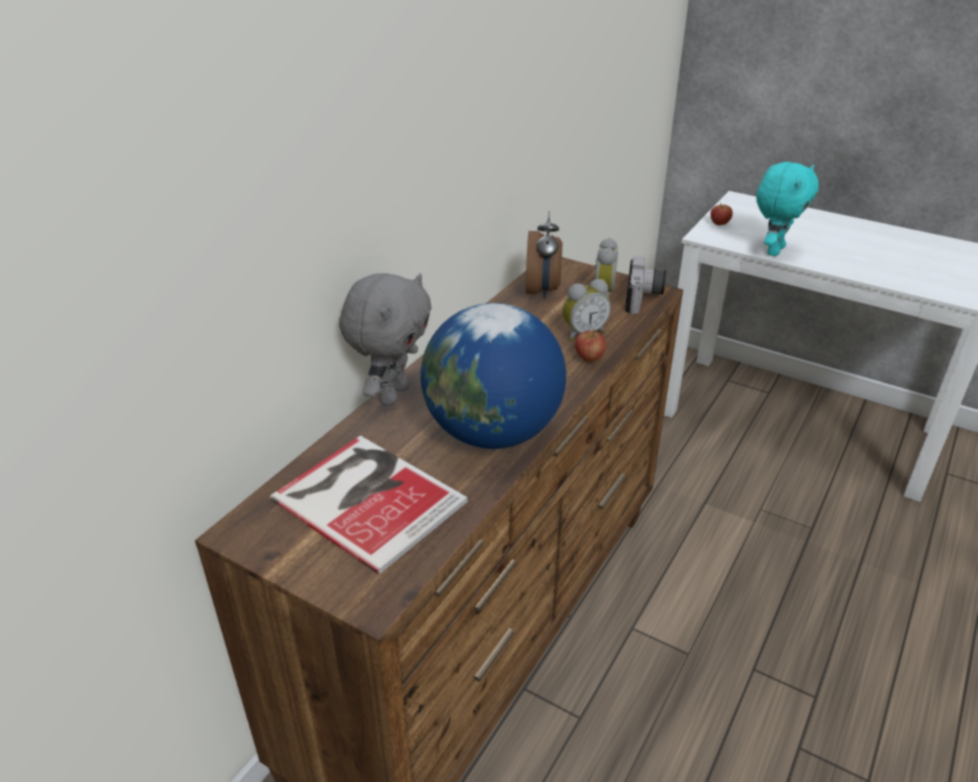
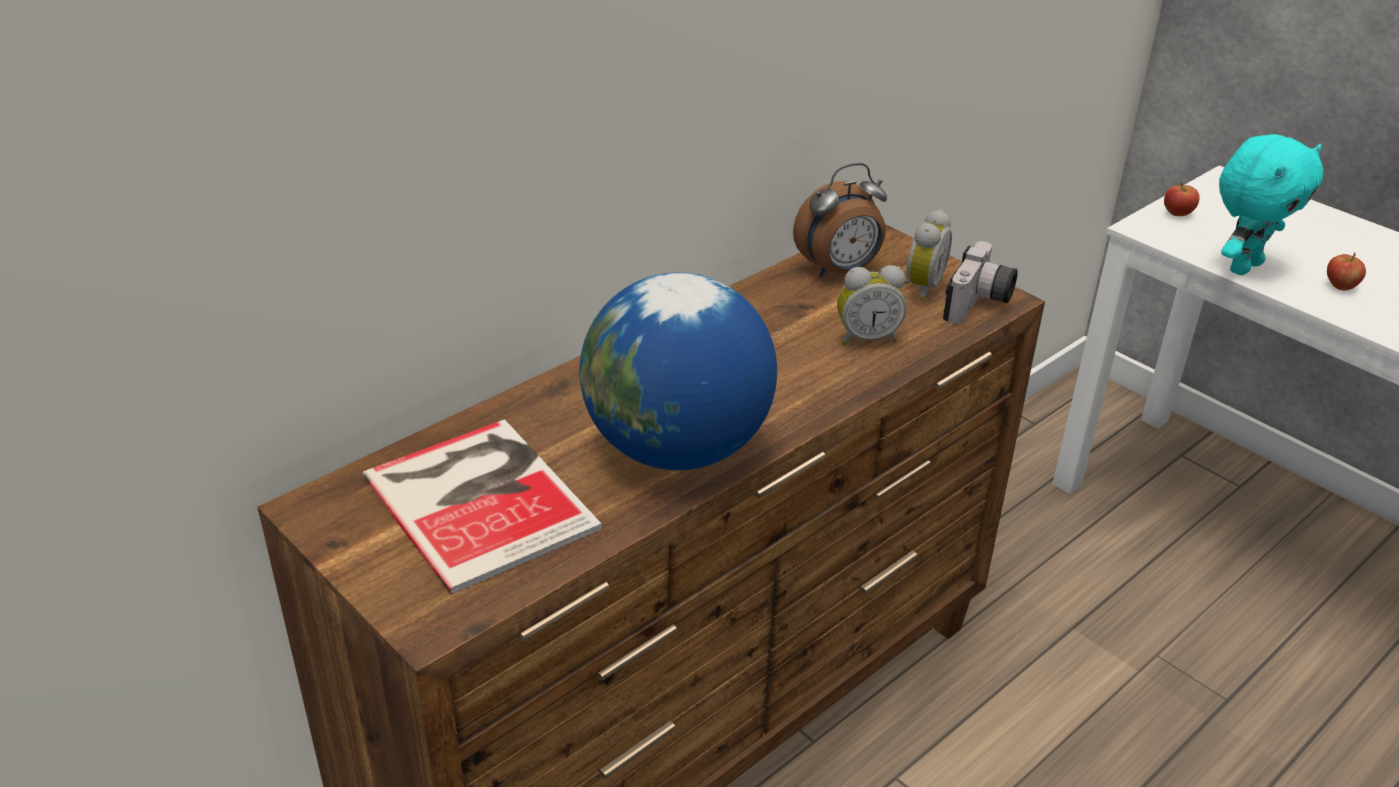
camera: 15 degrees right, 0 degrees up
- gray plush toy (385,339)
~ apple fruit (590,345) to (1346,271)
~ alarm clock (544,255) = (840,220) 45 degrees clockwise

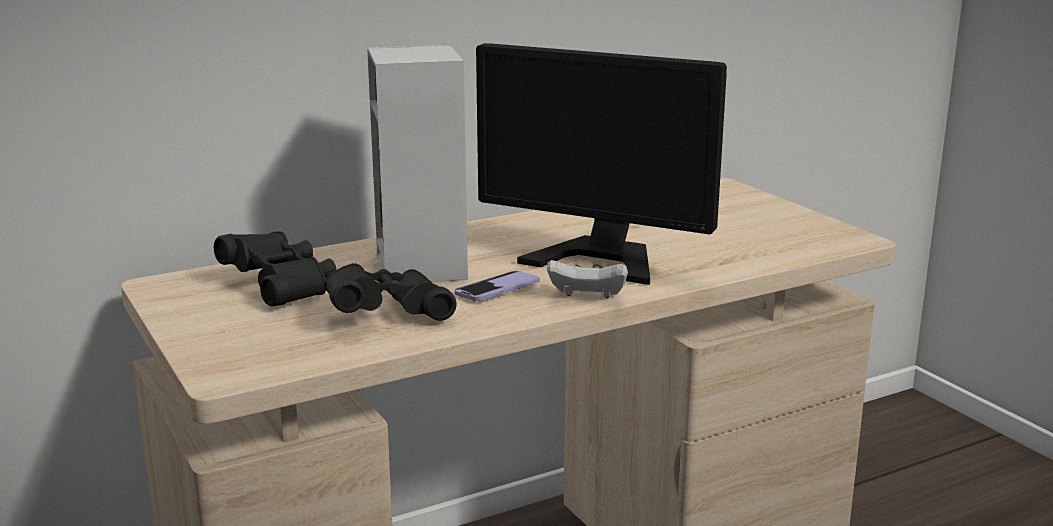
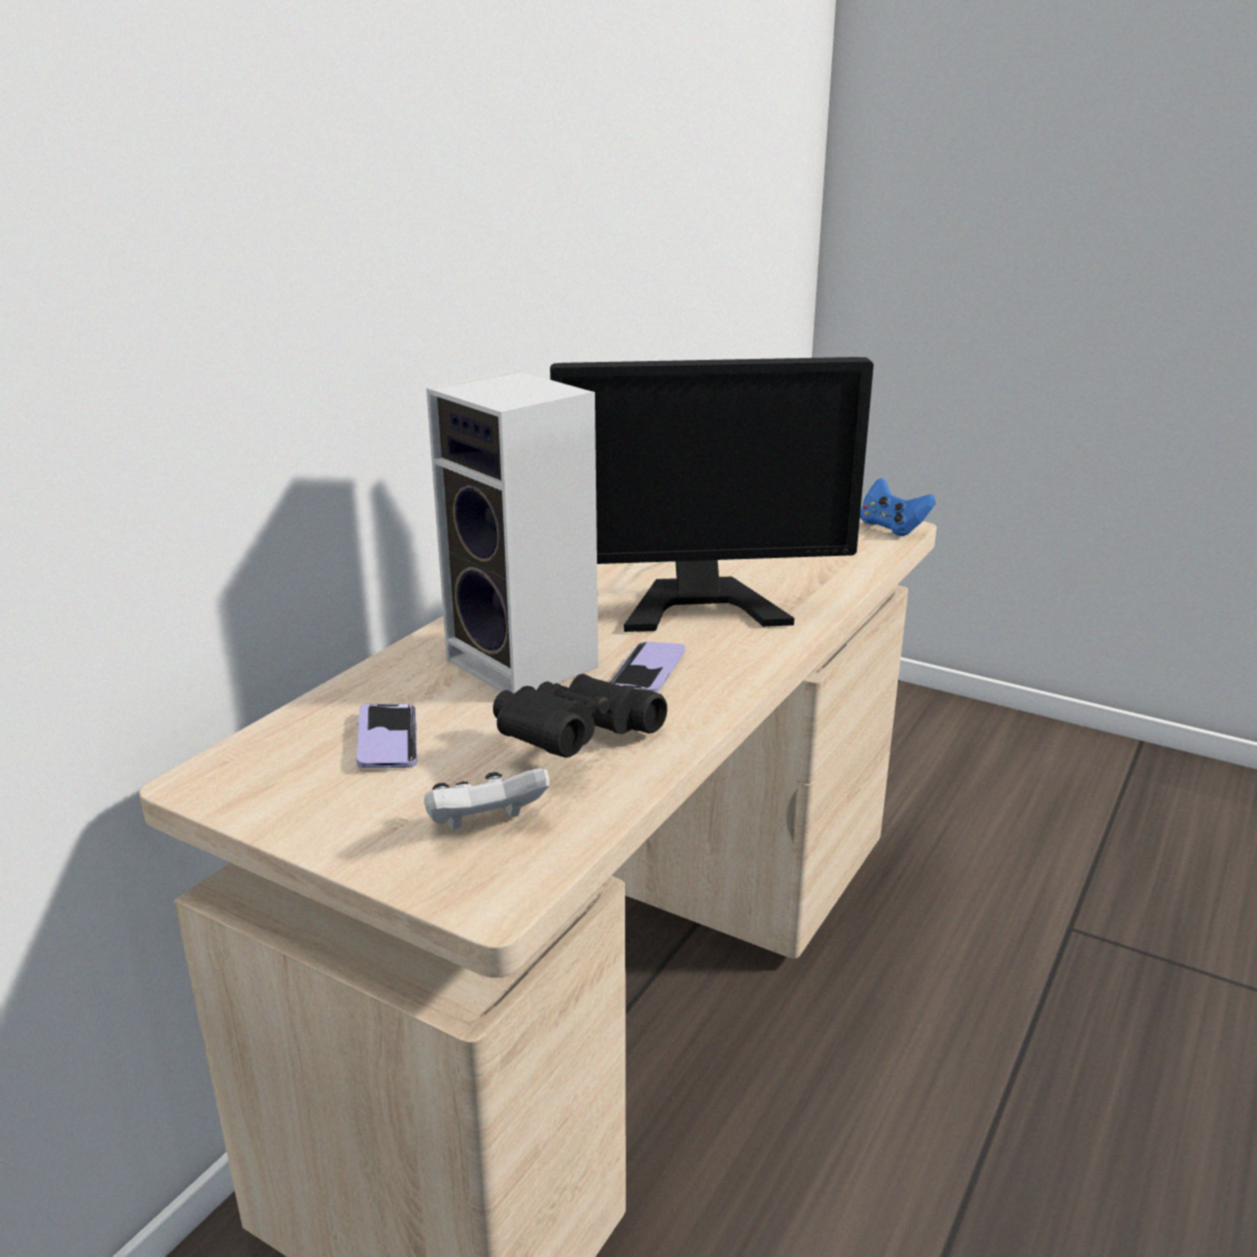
camera: 30 degrees left, 5 degrees up
+ blue gamepad (898,507)
~ white-coloured gamepad (587,279) to (487,799)
~ blackish pair of binoculars (275,268) to telephone (387,736)

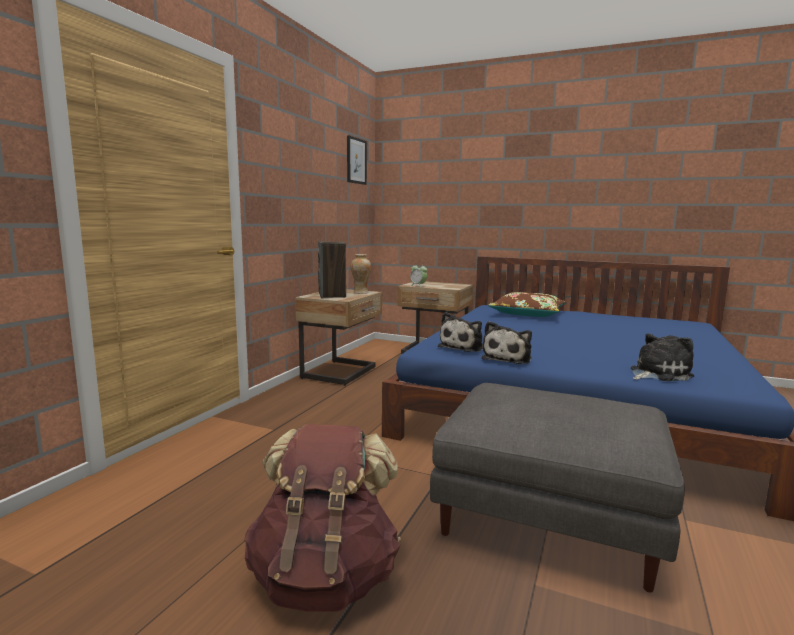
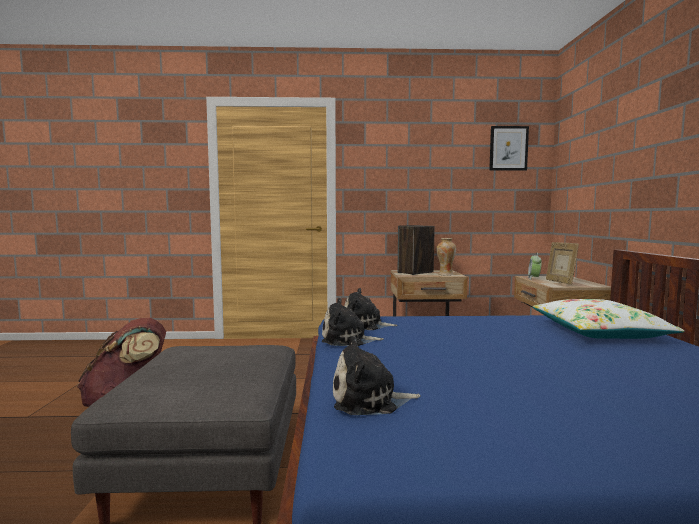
camera: 65 degrees right, 5 degrees down
+ photo frame (562,263)
~ brown throw pillow (527,304) to white-coloured throw pillow (609,319)
~ plush toy (662,357) = (377,375) 135 degrees clockwise

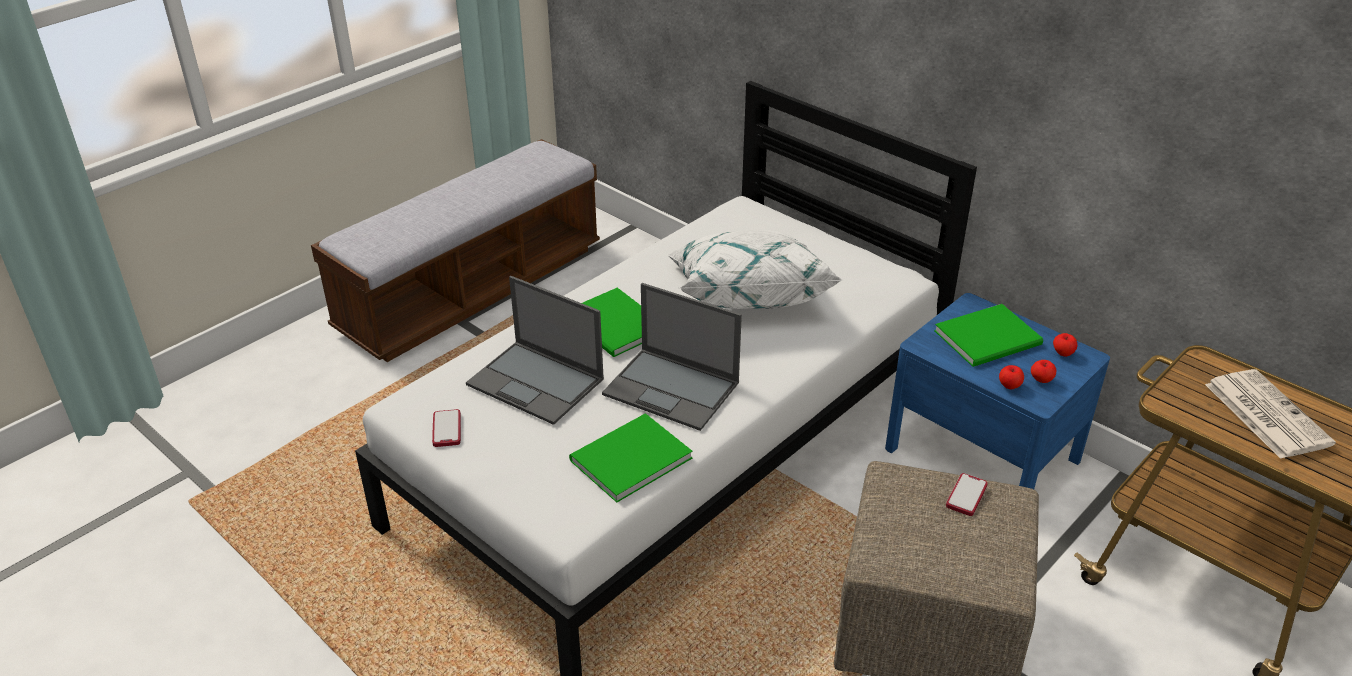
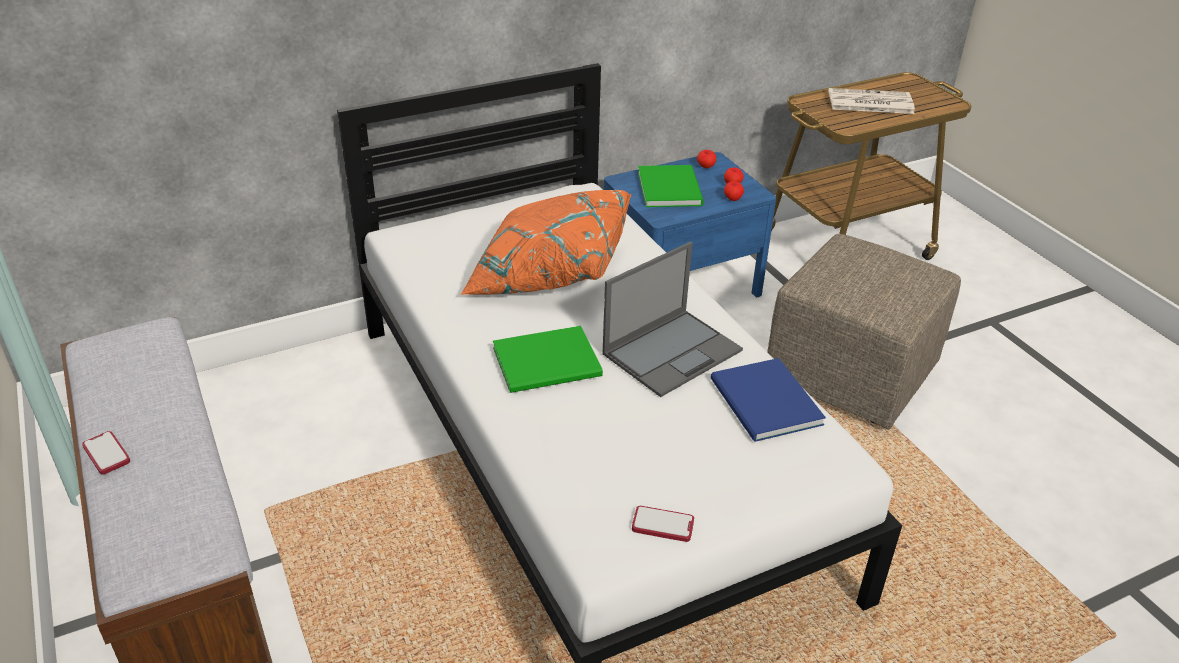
camera: 70 degrees left, 0 degrees up
- notebook computer (535,350)
~ telephone (967,494) to (106,453)
~ greenish book (631,458) to blue book (768,400)
~ white-coloured throw pillow (755,269) to orange throw pillow (545,242)

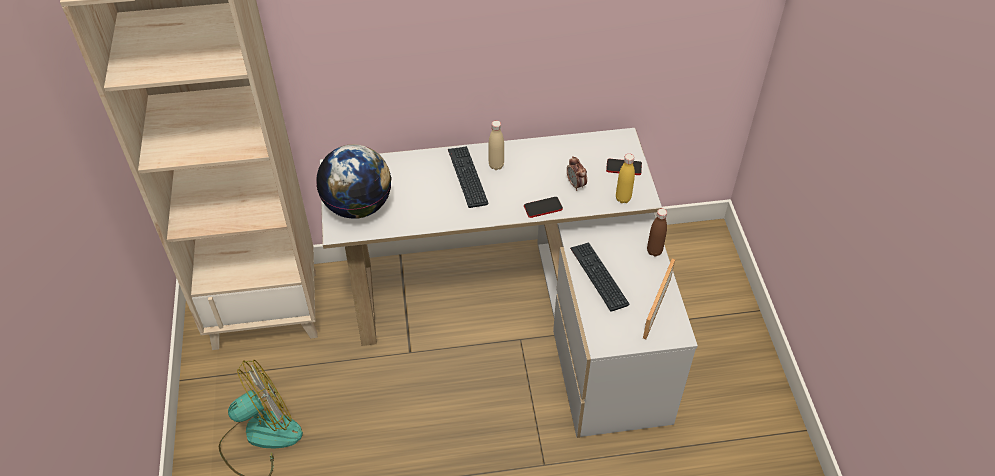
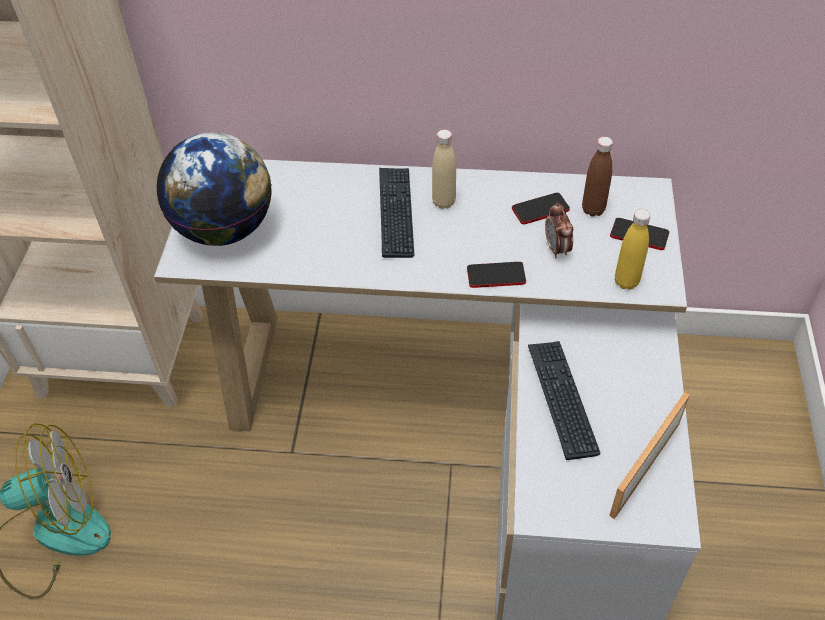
camera: 15 degrees right, 0 degrees up
+ telephone (541,208)
~ brown beverage bottle (657,232) to (597,177)

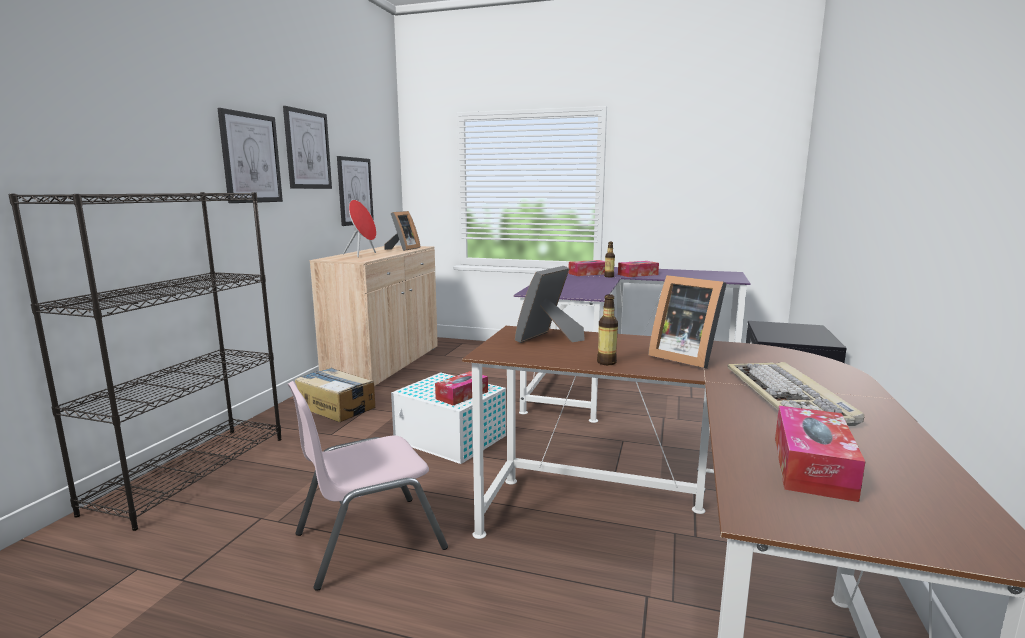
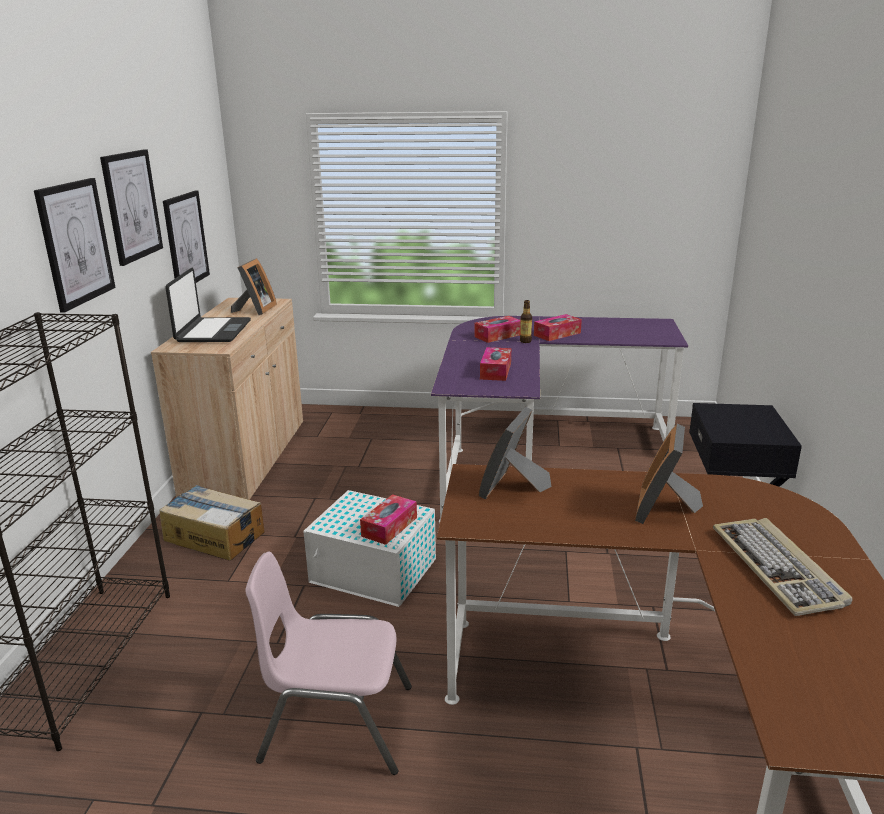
camera: 10 degrees left, 10 degrees up
- beverage bottle (607,329)
~ tissue holder (820,454) to (495,364)
~ red audio speaker (359,228) to notebook computer (208,305)
~ pink chair (368,486) = (328,663) 45 degrees clockwise
~ photo frame (687,322) = (669,474) 75 degrees clockwise

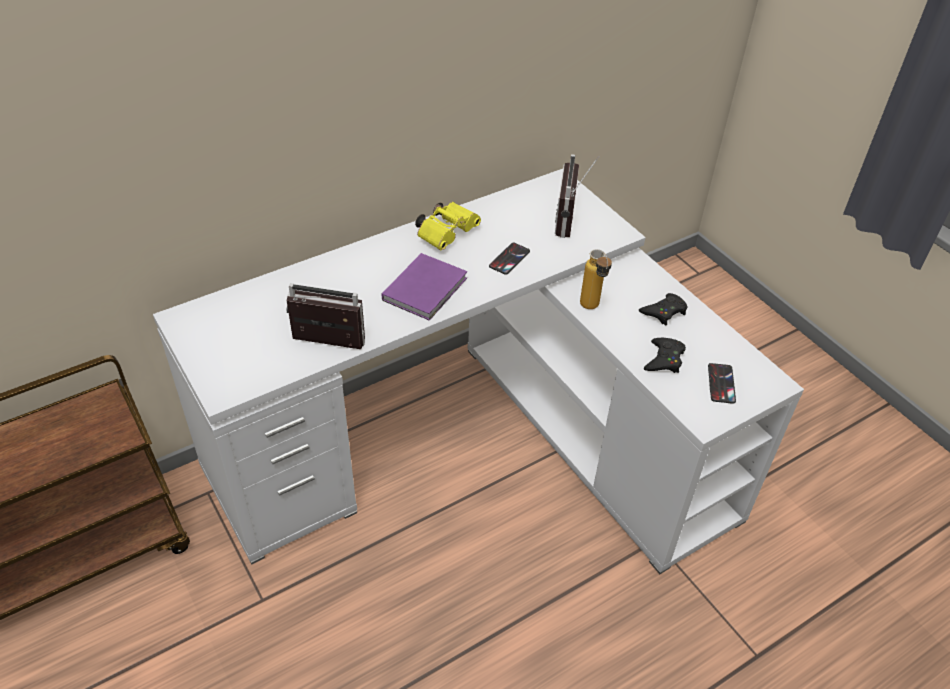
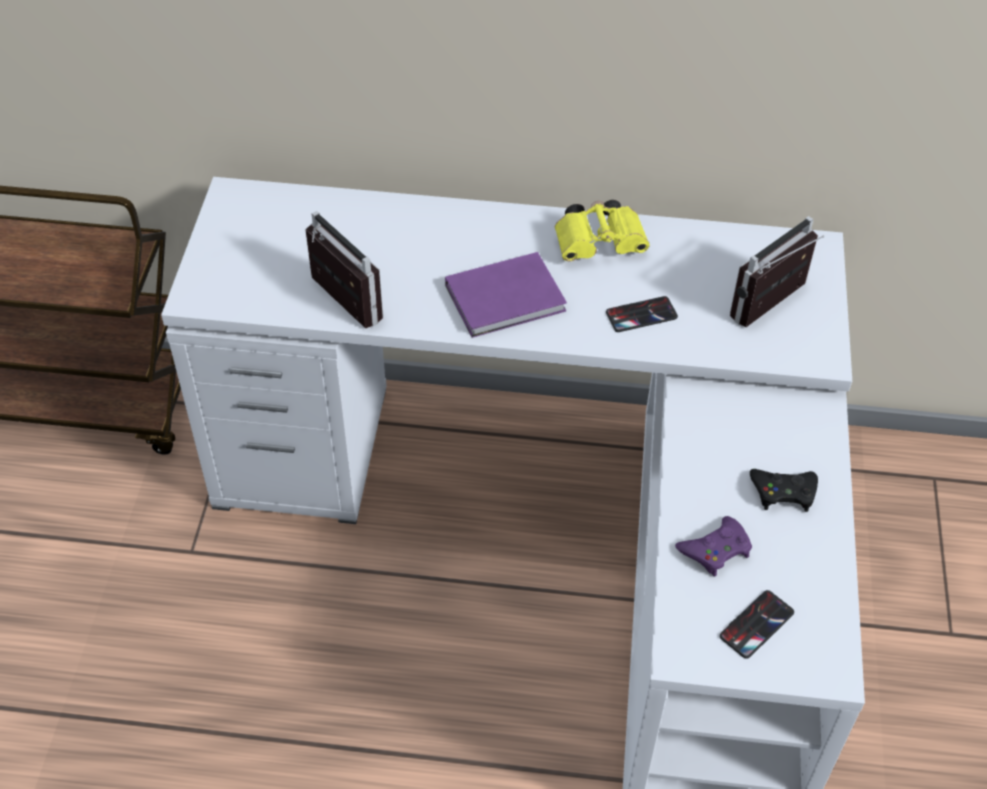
camera: 40 degrees right, 5 degrees up
- beverage bottle (596,279)
~ blackish gamepad (665,355) to purplish gamepad (713,546)

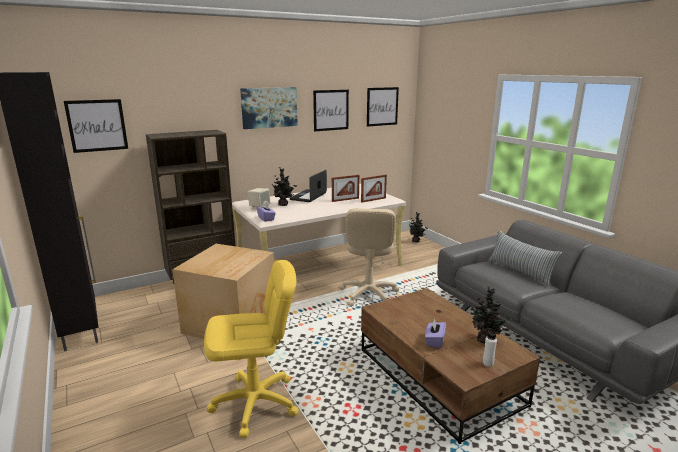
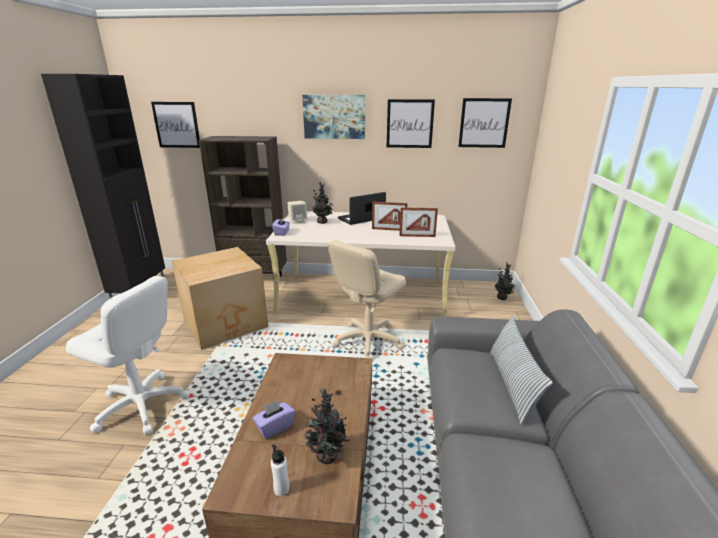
camera: 35 degrees right, 5 degrees up
~ yellow computer chair (251,349) to white-coloured computer chair (128,355)

